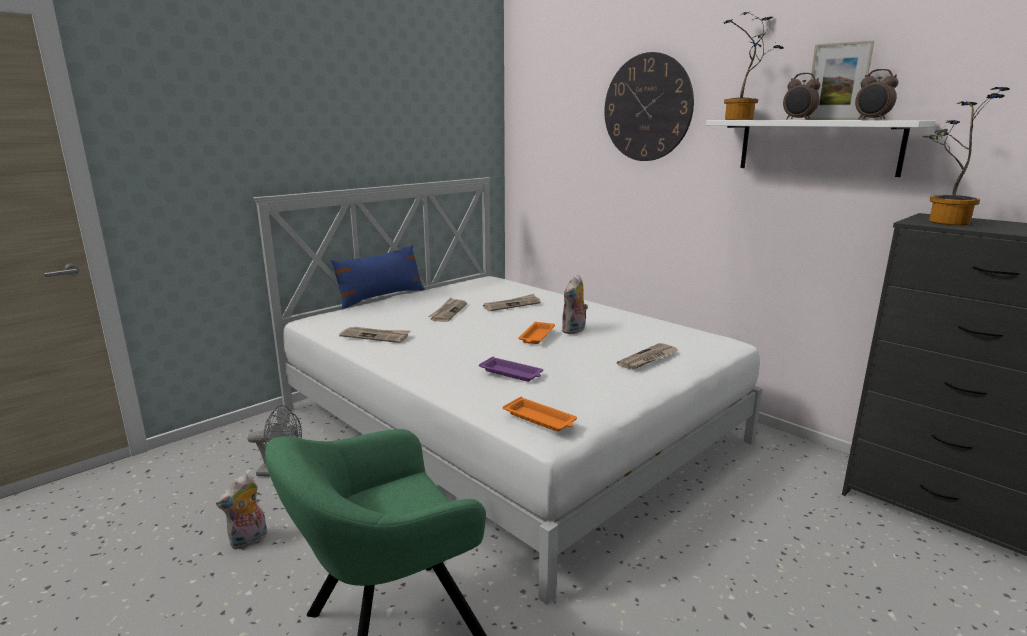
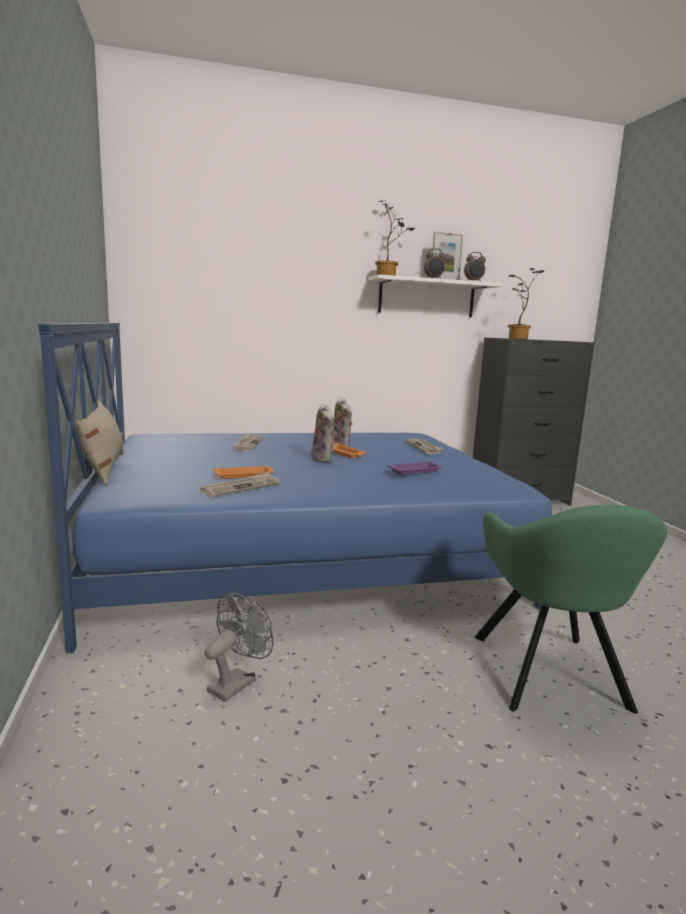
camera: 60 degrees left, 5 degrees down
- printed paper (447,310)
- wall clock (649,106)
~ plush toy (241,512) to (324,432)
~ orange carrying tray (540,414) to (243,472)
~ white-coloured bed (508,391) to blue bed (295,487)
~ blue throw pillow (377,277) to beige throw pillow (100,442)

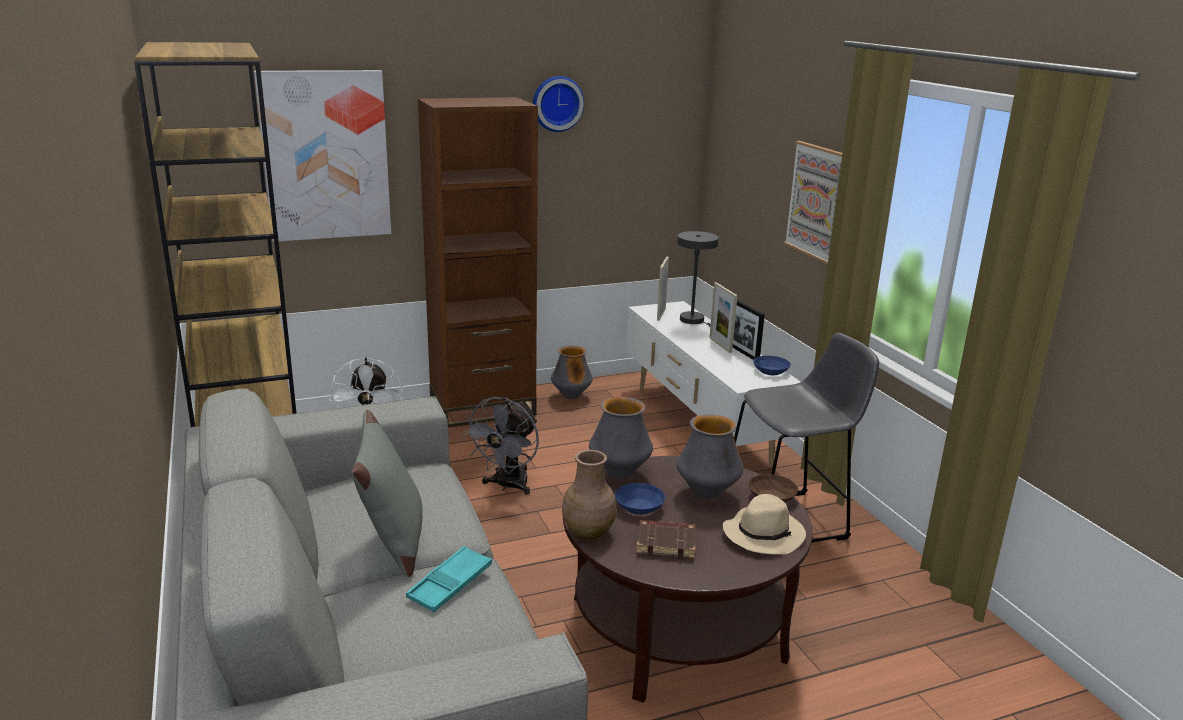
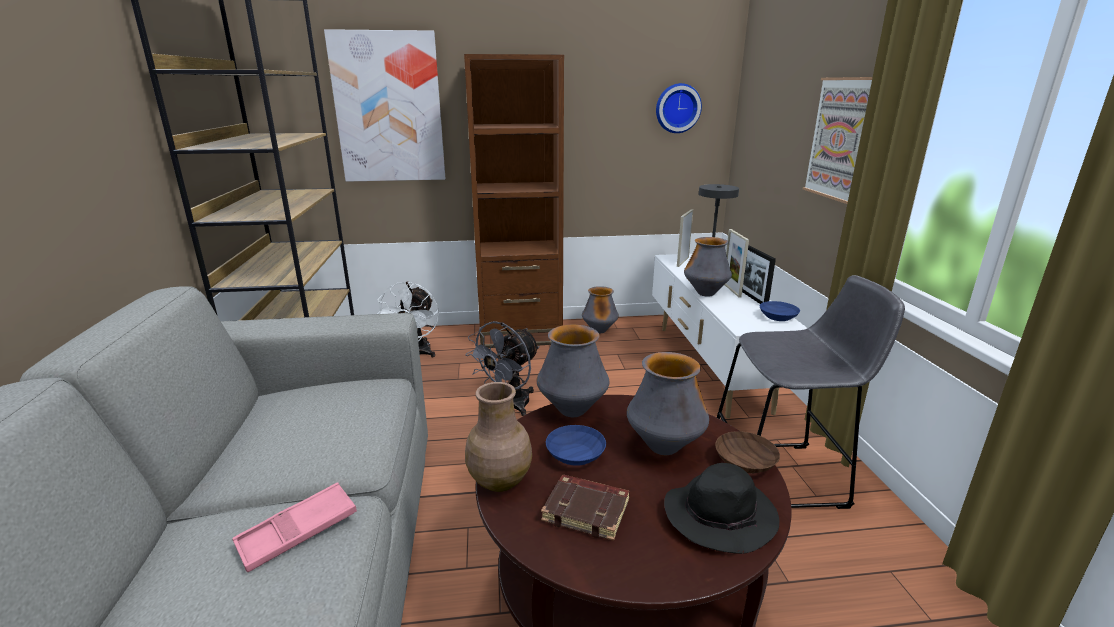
camera: 15 degrees right, 0 degrees up
- gray throw pillow (386,493)
+ decorative vase (708,267)
~ wall clock (558,104) to (679,108)
~ blue-green carrying tray (449,579) to pink carrying tray (294,527)
~ beige clothing hat (764,524) to blackish clothing hat (721,508)

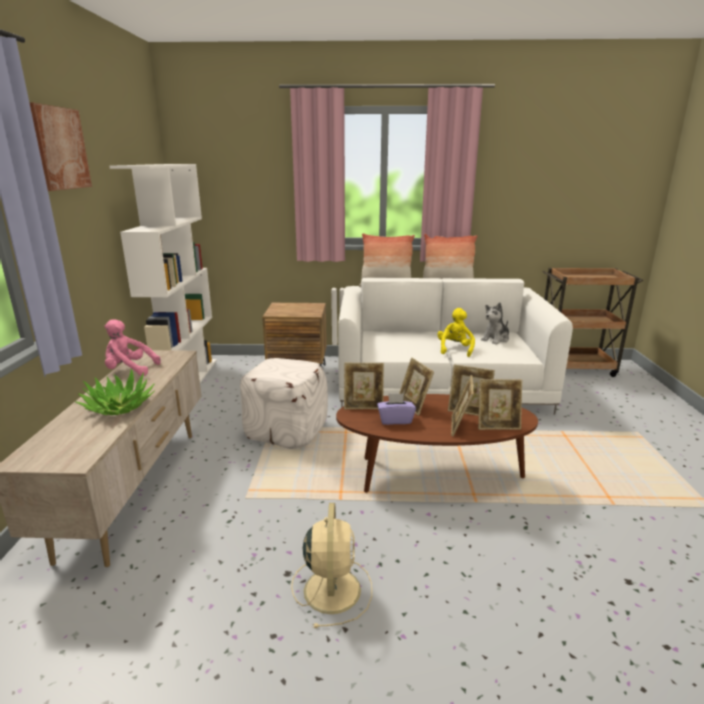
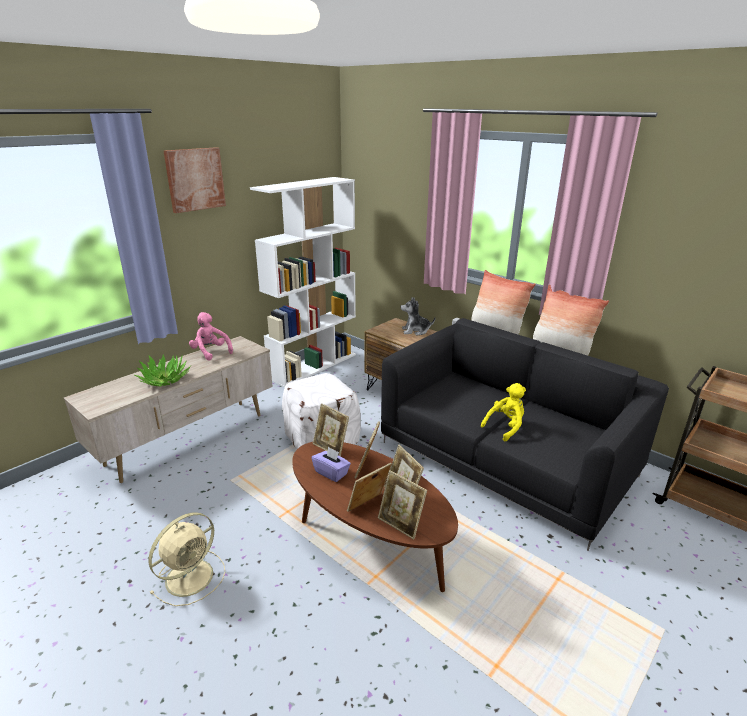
camera: 40 degrees right, 5 degrees up
~ plush toy (495,323) to (417,317)
~ white-coloured couch (455,346) to blackish couch (525,434)

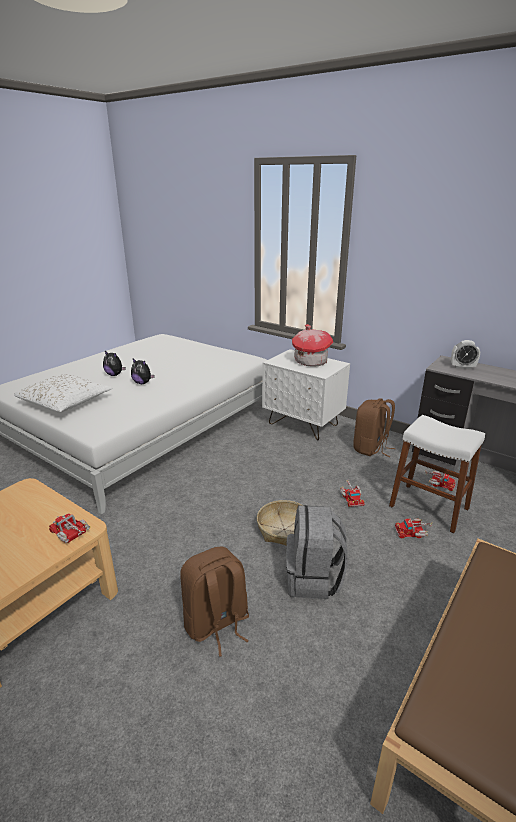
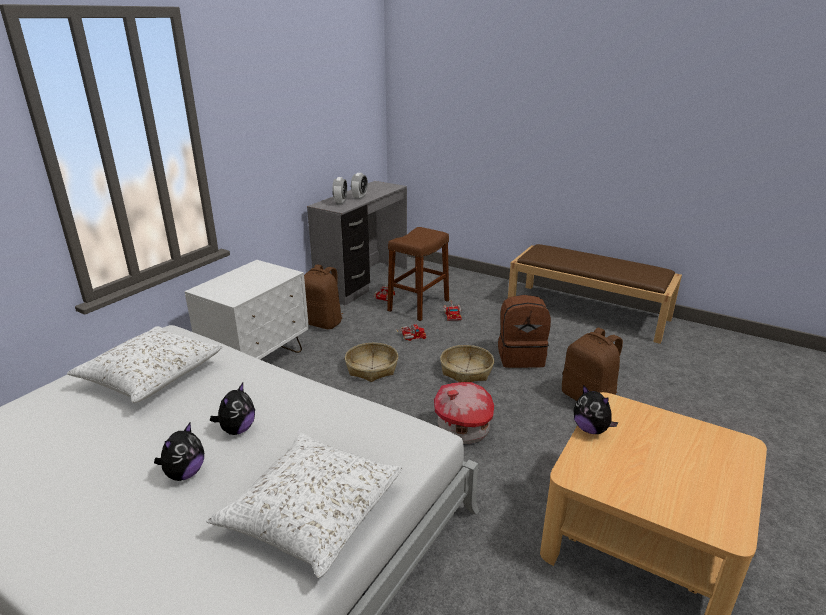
camera: 95 degrees left, 0 degrees up
- toy truck (69,528)
+ white-coloured throw pillow (144,364)
+ storage basket (371,362)
+ alarm clock (359,186)
+ plush toy (595,409)
~ miniature house (312,345) to (464,413)
~ gray backpack (317,552) to brown backpack (524,331)
~ white-coloured sitting stool (437,474) to brown sitting stool (418,274)

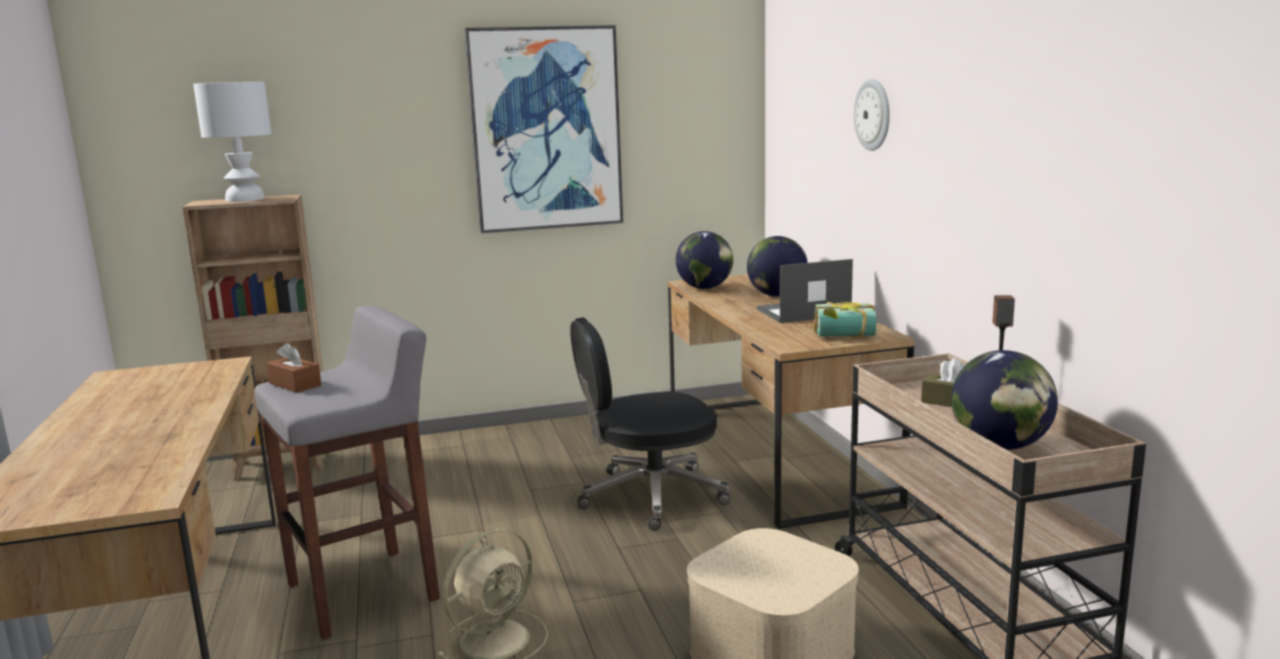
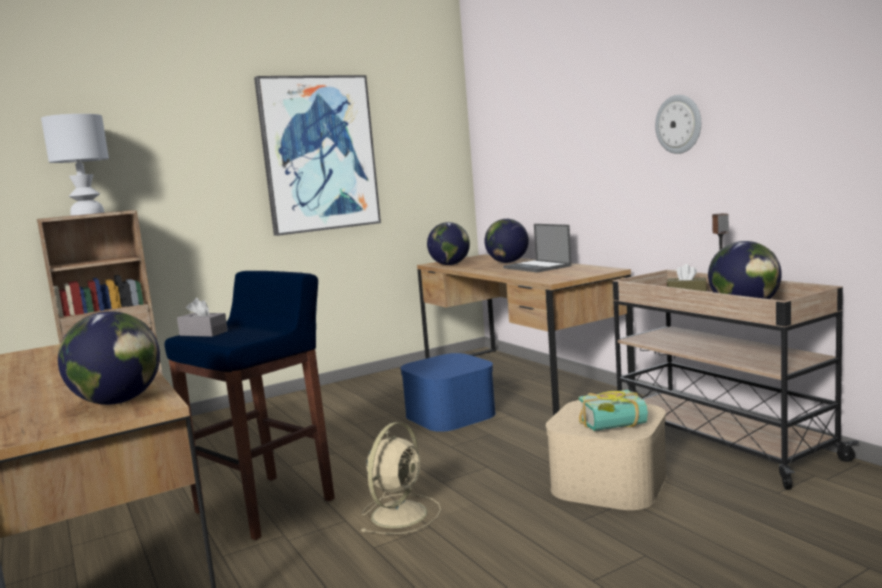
camera: 15 degrees left, 5 degrees down
+ desk globe (109,358)
~ book (844,319) to (613,410)
~ wall clock (872,115) to (678,124)
~ blackish computer chair (650,424) to blue storage container (448,392)
~ gray sitting stool (347,472) to blue sitting stool (249,405)
~ brown tissue holder (294,367) to gray tissue holder (202,317)
~ notebook computer (805,291) = (537,248) 90 degrees counterclockwise

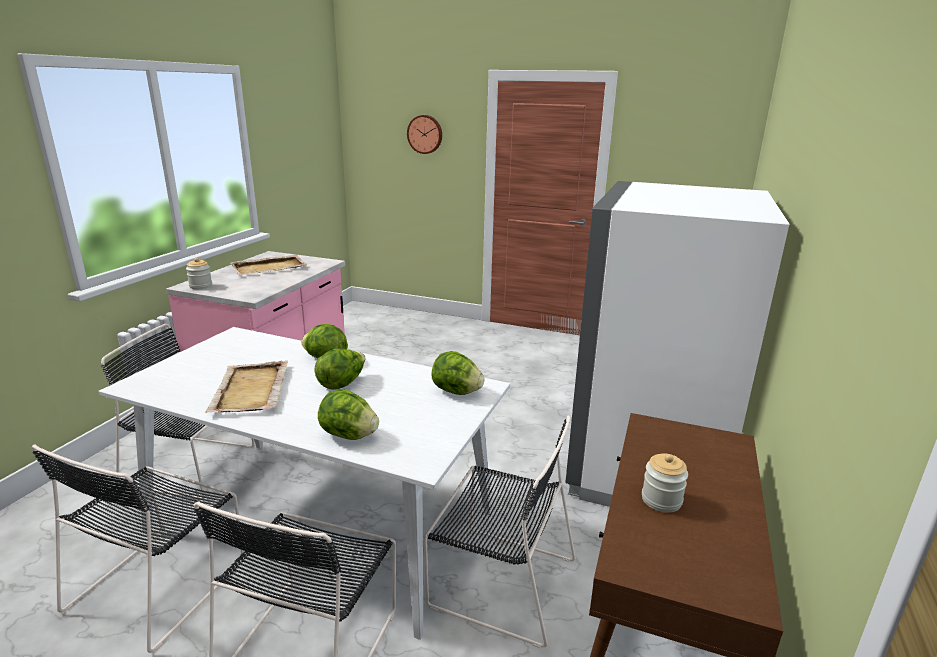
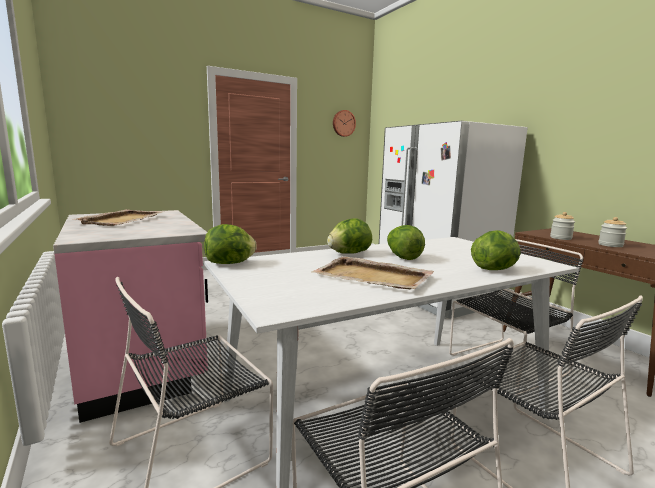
camera: 50 degrees left, 10 degrees down
~ preserve jar (199,273) to (562,226)
~ wall clock (424,134) to (344,123)
~ head of lettuce (458,373) to (230,244)

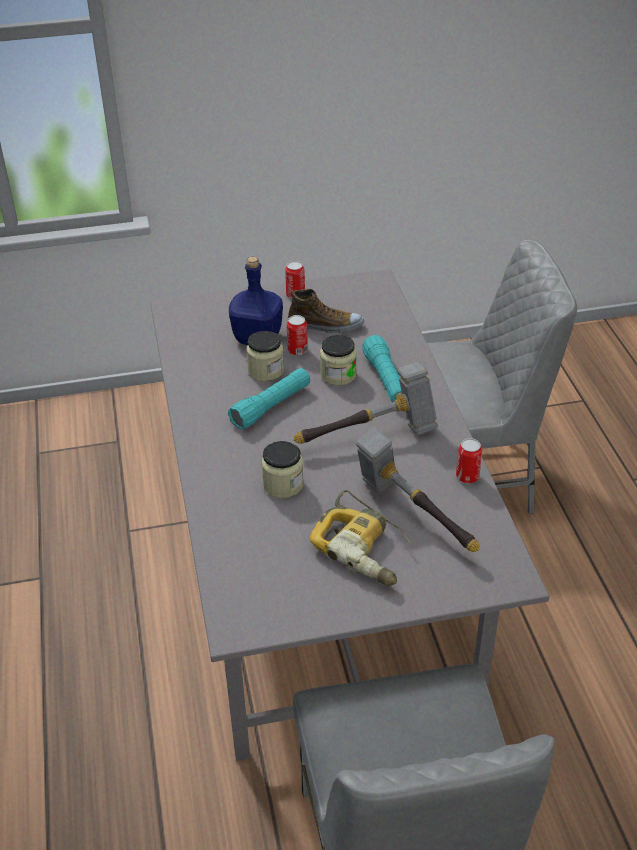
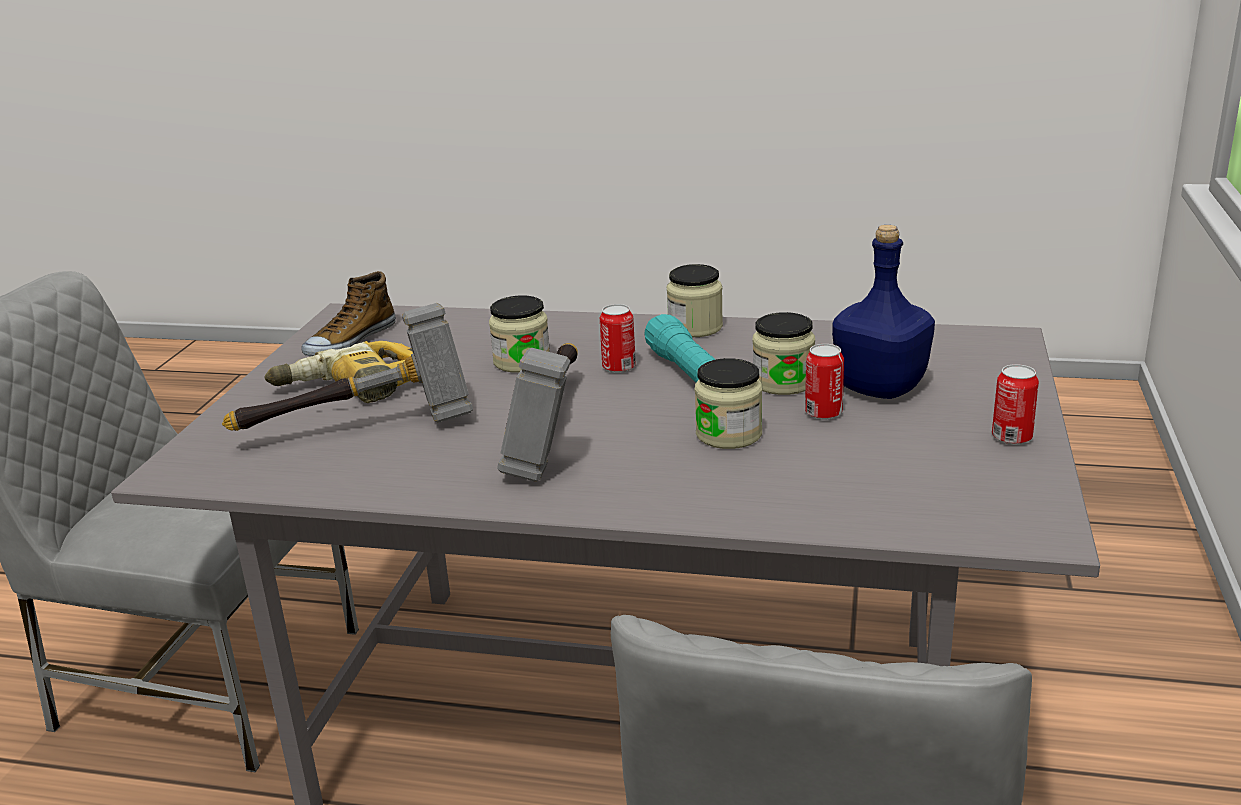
camera: 115 degrees right, 15 degrees down
- blue-green torch (382,368)
+ preserve jar (695,300)
~ item of footwear (326,311) to (348,313)
~ sealed can (469,460) to (618,338)

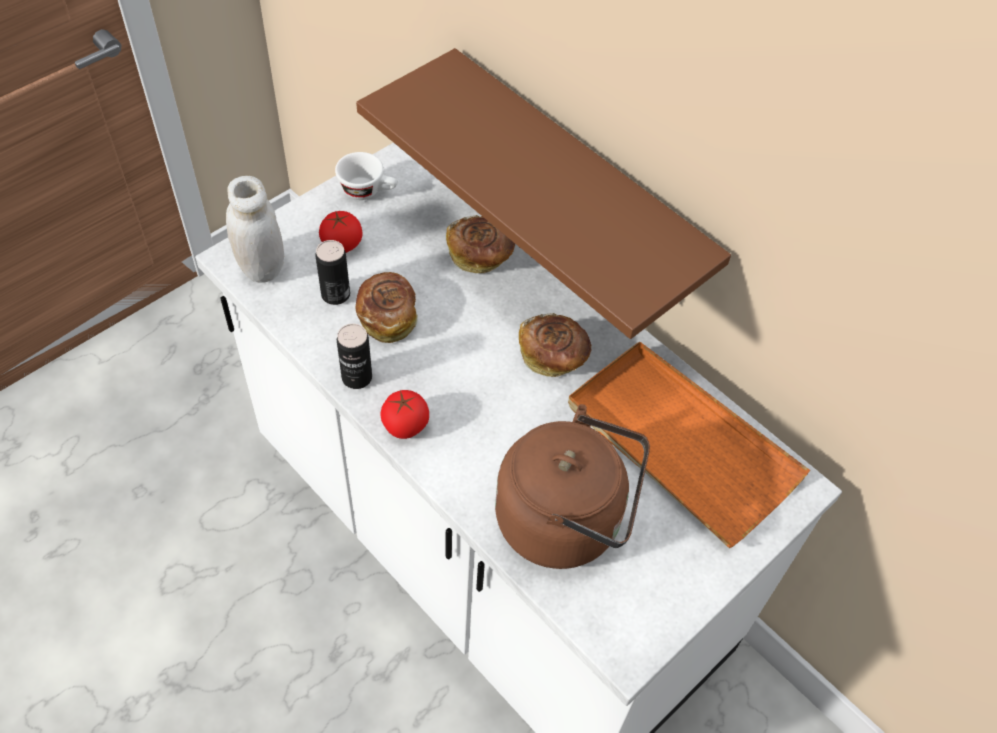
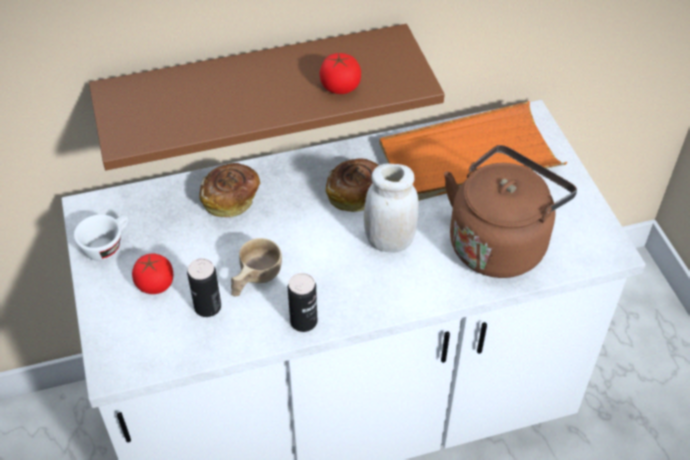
camera: 60 degrees left, 5 degrees down
~ white-coloured preserve jar (255,229) to (391,208)
~ fresh tomato (404,414) to (340,73)
~ bread (386,307) to beige cup (256,267)

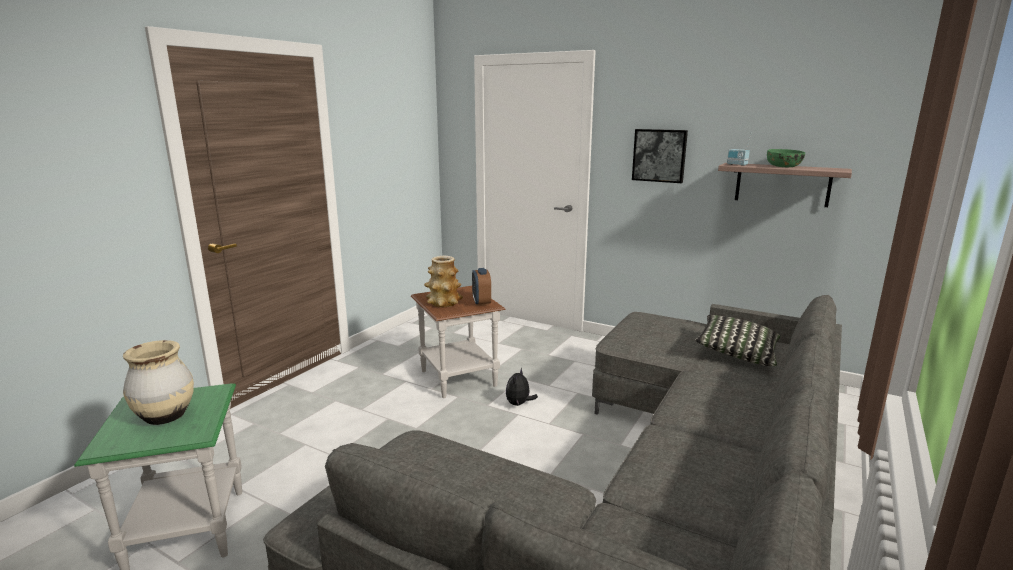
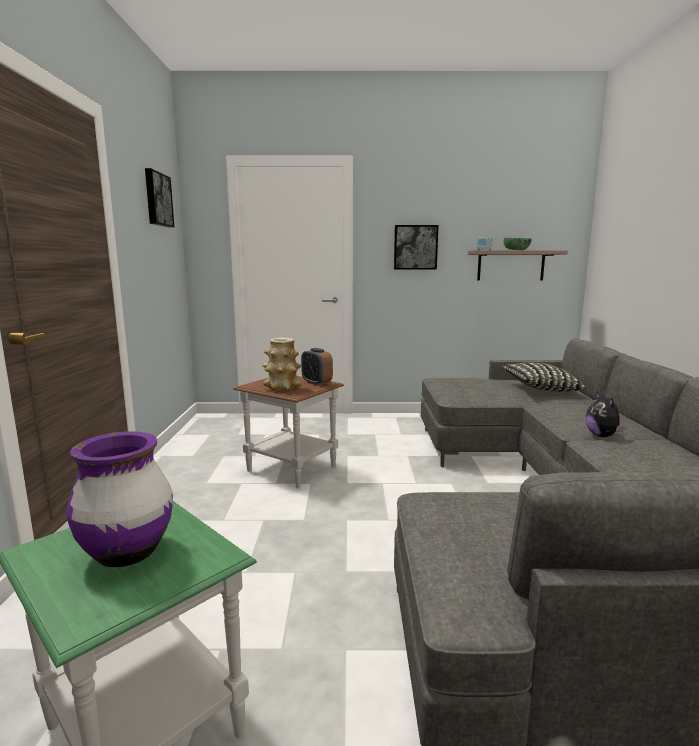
camera: 30 degrees left, 5 degrees down
+ wall picture (159,197)
~ plush toy (522,387) to (605,414)
~ beige decorative vase (158,382) to purplish decorative vase (119,499)

